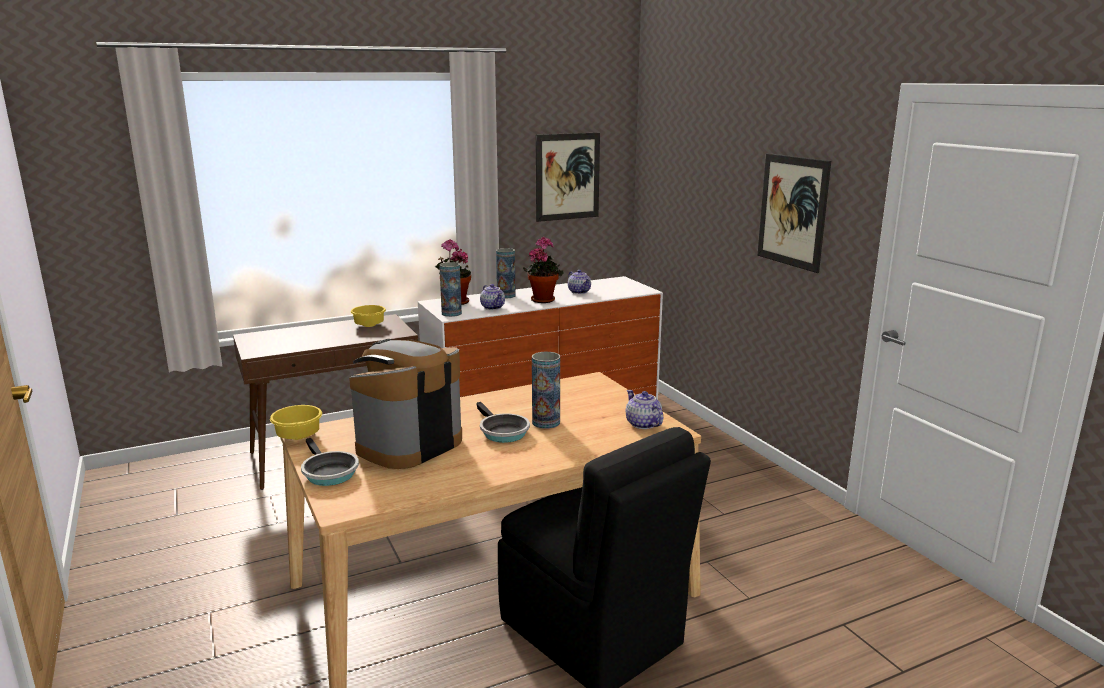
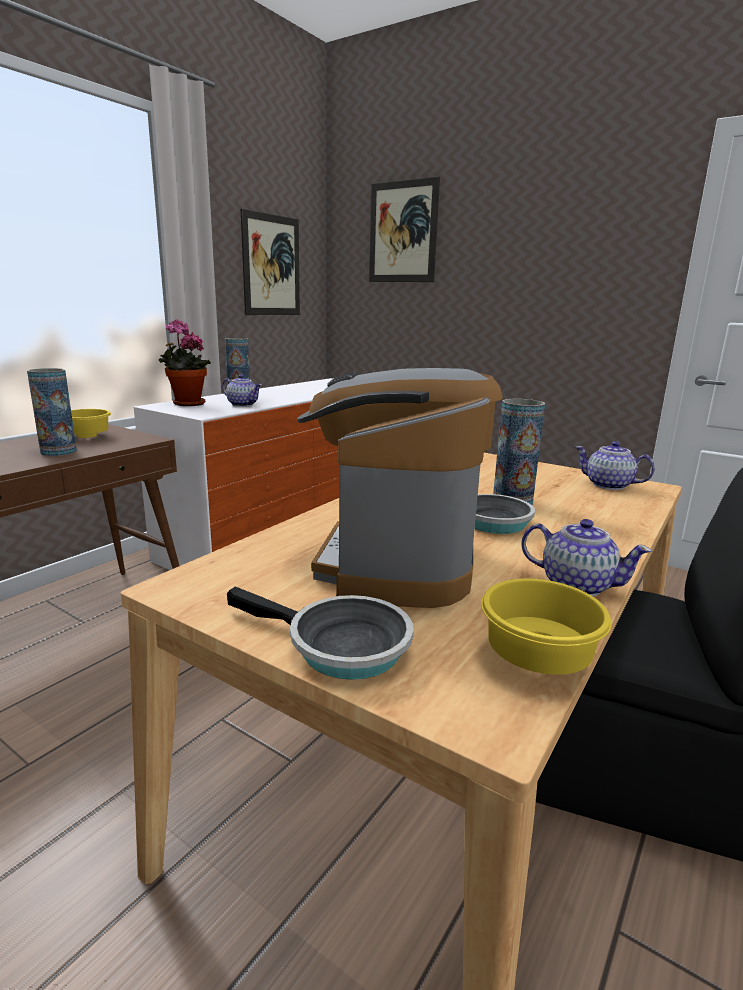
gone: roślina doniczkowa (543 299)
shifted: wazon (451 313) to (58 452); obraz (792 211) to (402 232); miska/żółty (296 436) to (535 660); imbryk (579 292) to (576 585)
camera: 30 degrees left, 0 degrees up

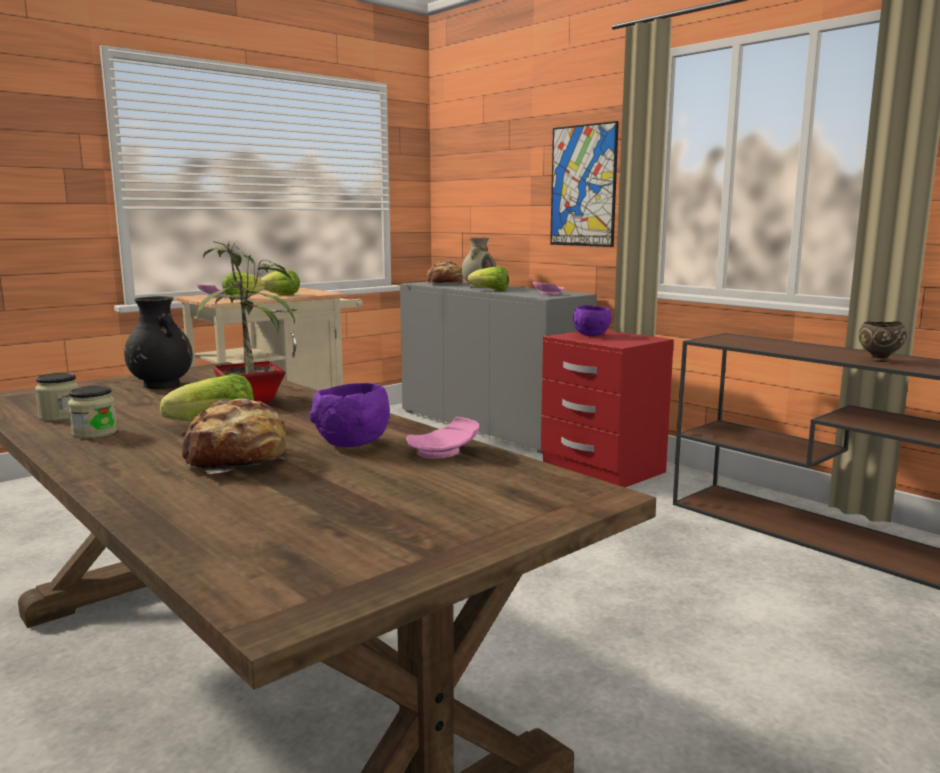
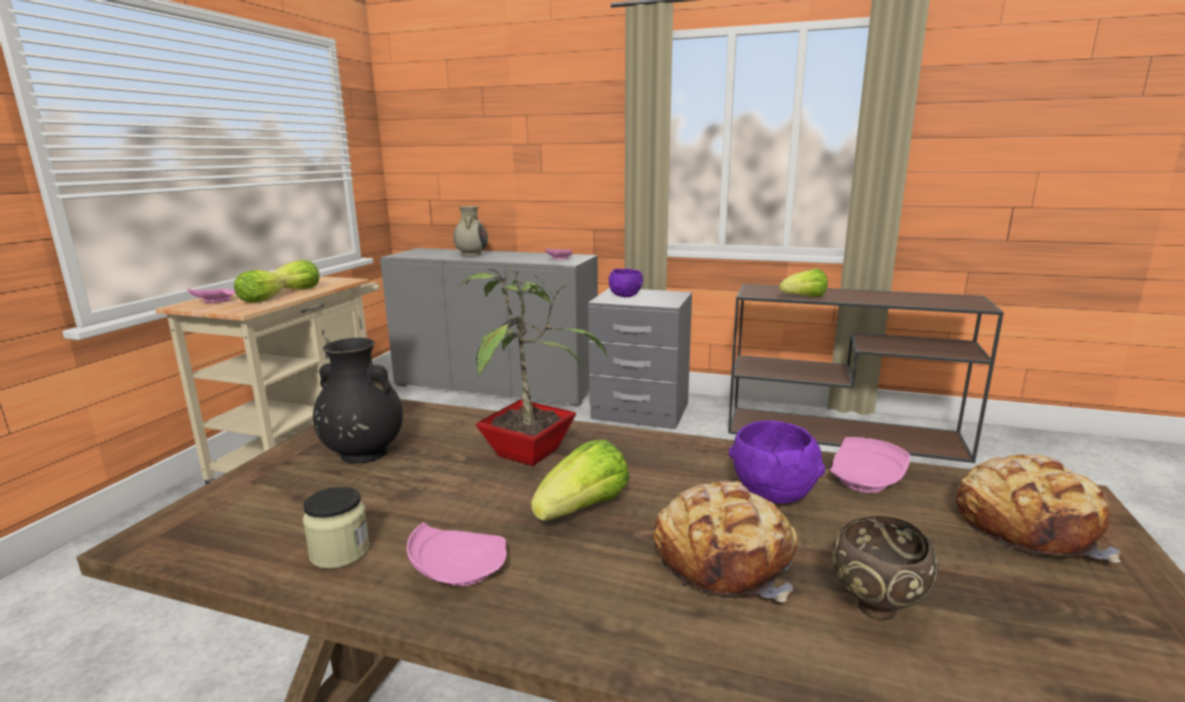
gone: obraz (583 186)
shifted: sałata (490 290) to (804 297); miska/brązowy (878 360) to (875 610); chleb (445 283) to (1028 525)
swapped: słoik (94 433) to talerz/różowy (458 570)
repainted: szafka nocna/czerwony (601 470) to szafka nocna/szary (640 412)
camera: 30 degrees left, 5 degrees up

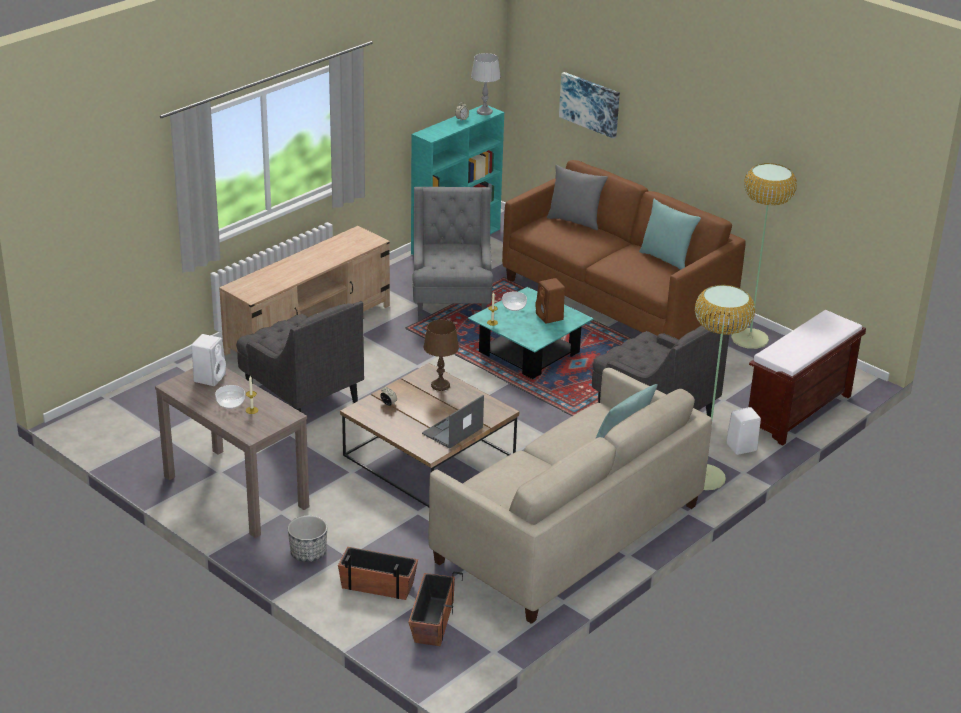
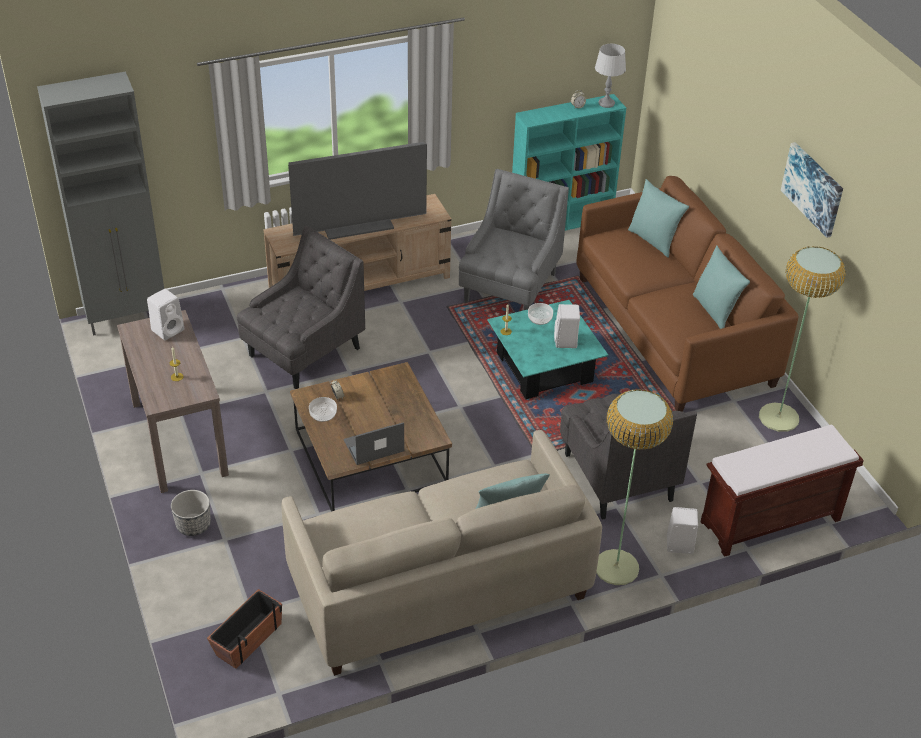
gone: donica (377 585); lampa stołowa/brązowy (440 385)
new: szafka/szary (128 318); telewizor (358 224)
shifted: miska (230 403) to (323 414); obraz (590 104) to (813 188)
repainted: głośnik/brązowy (550 317) to głośnik/biały (566 341); poduszka/szary (575 221) to poduszka/turkusowy (653 240)
rotated: fotel/szary (301 396) = (303 353) 120 degrees counterclockwise
camera: 25 degrees right, 10 degrees up

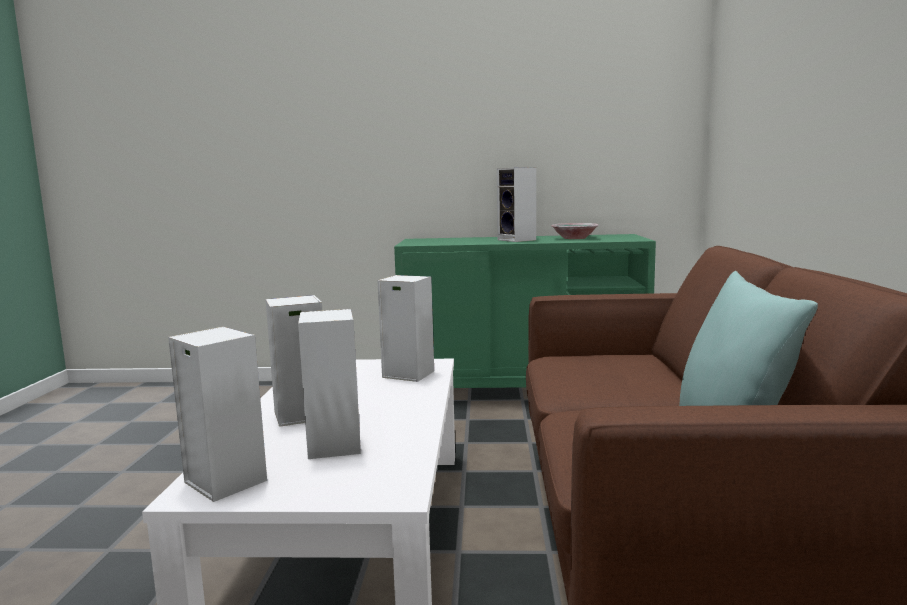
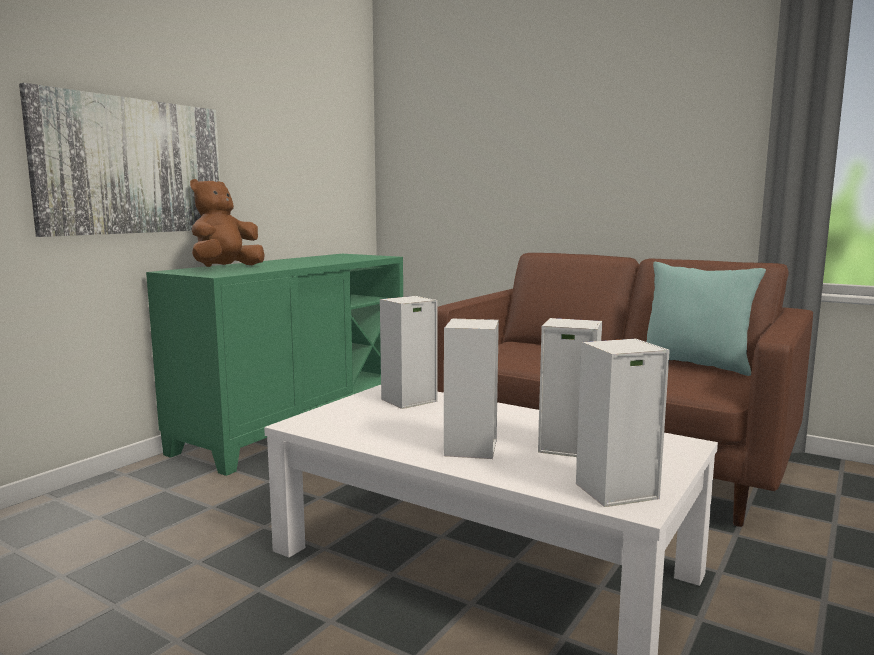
gone: głośnik (518 240); miska (574 238)
new: obraz (132 166); pluszak/brązowy (226 268)
camera: 60 degrees left, 0 degrees up

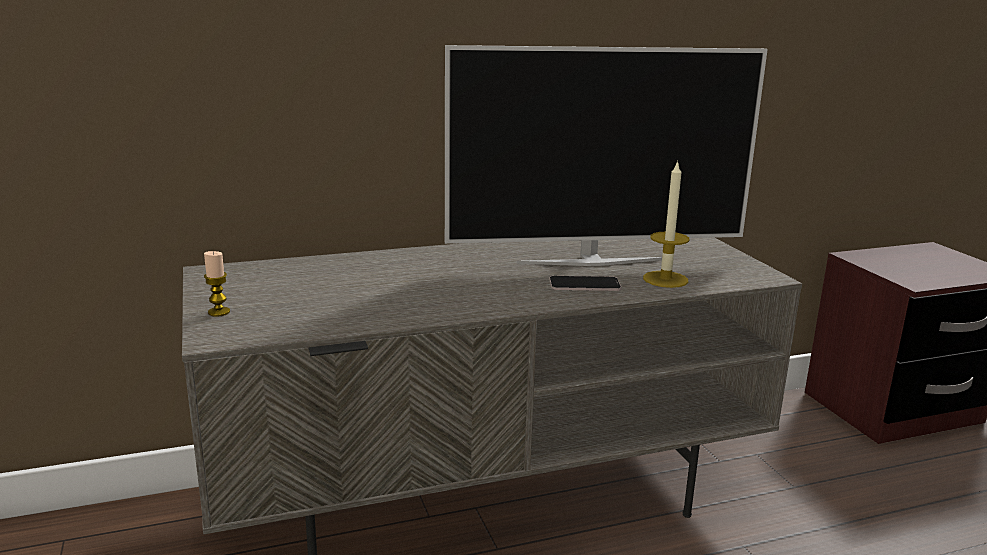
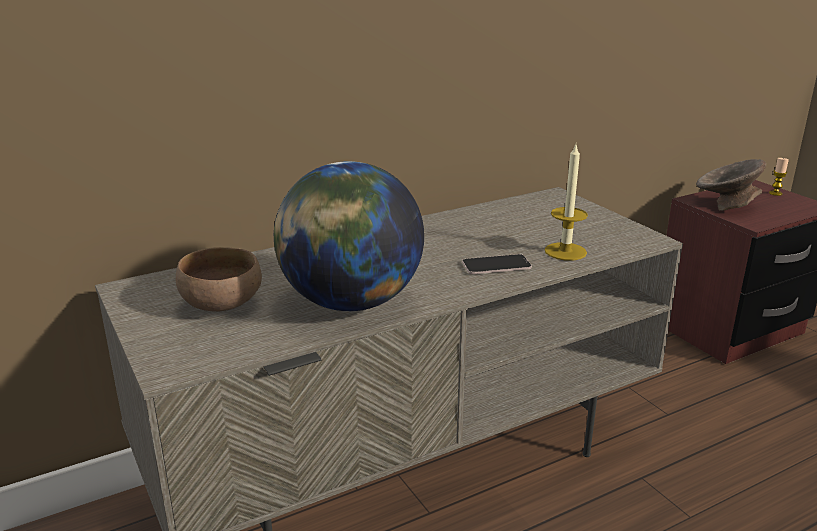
gone: telewizor (592 260)
new: miska/brązowy (224 304); globus (350 302); miska/szary (725 204)
shifted: świeca (219 312) to (775 193)
camera: 10 degrees left, 5 degrees up

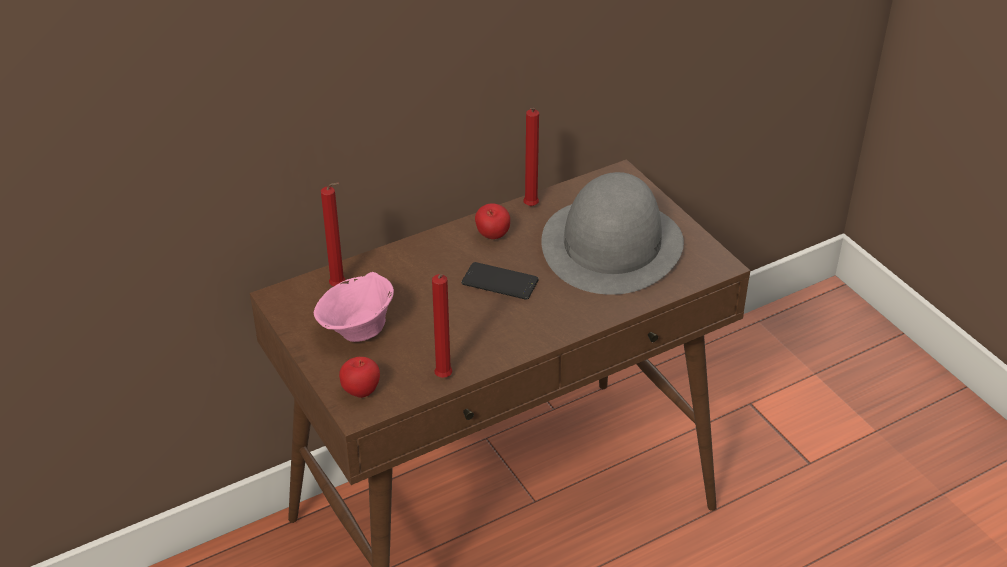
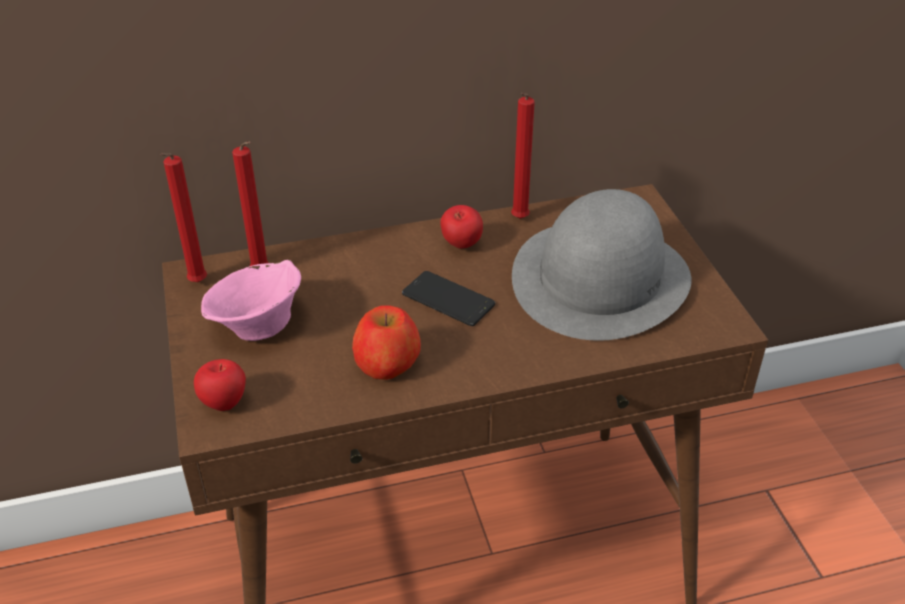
new: jabłko (387 364)
shifted: świeca/czerwony (443 379) to (196 284)
camera: 15 degrees right, 0 degrees up

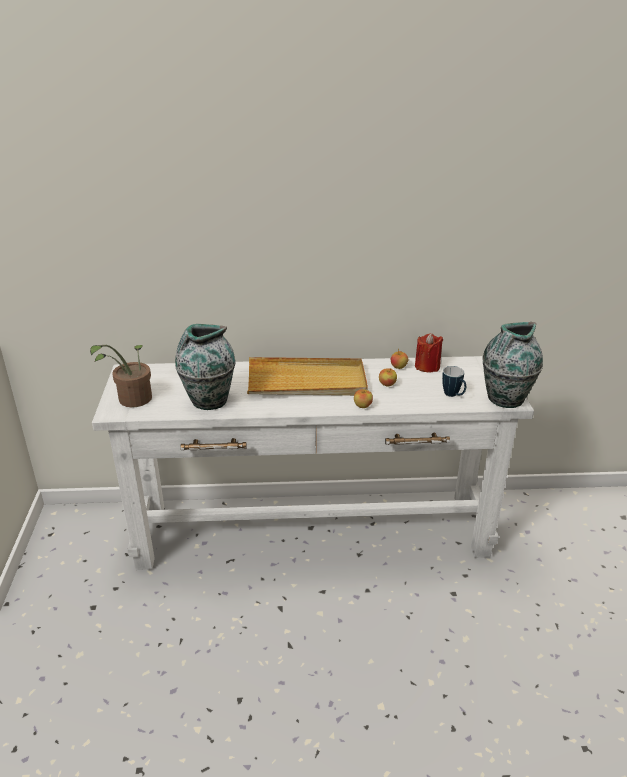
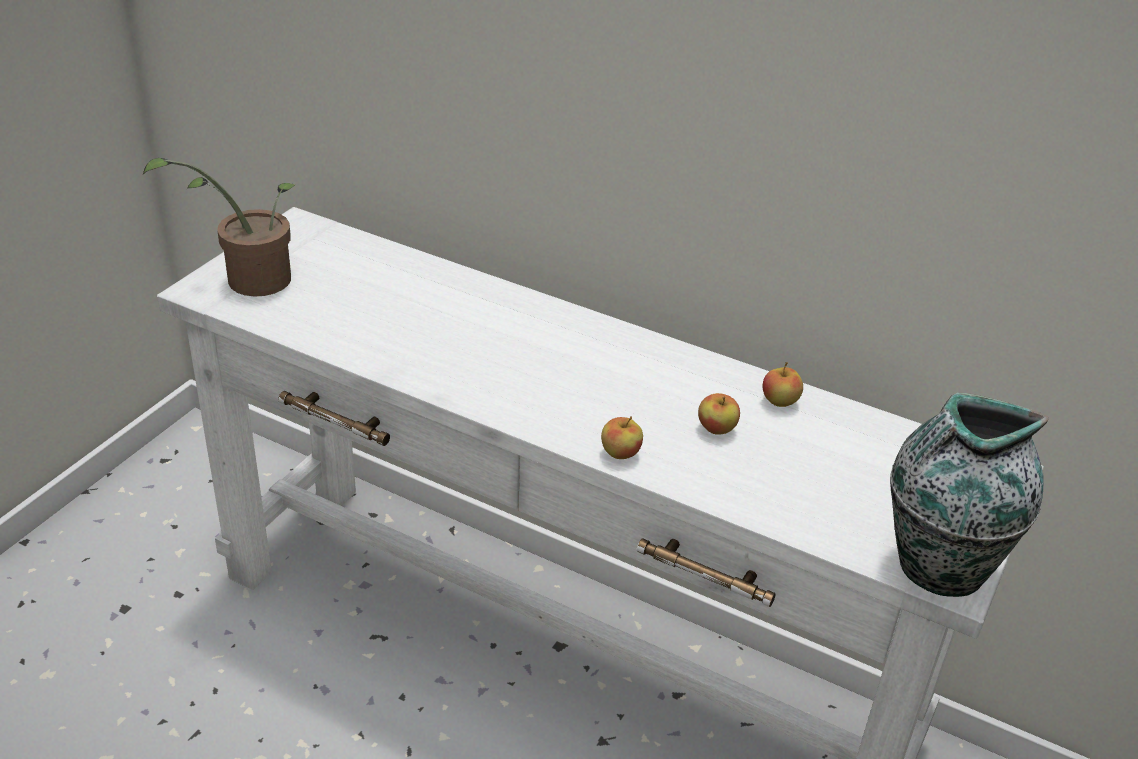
gone: wazon (208 401); taca/beżowy (307 382); świeca/czerwony (427 366); kubek (453 395)
camera: 30 degrees right, 5 degrees up

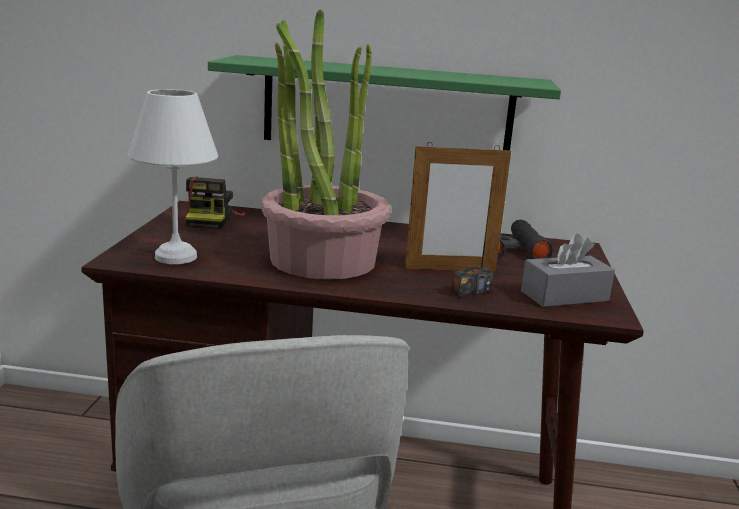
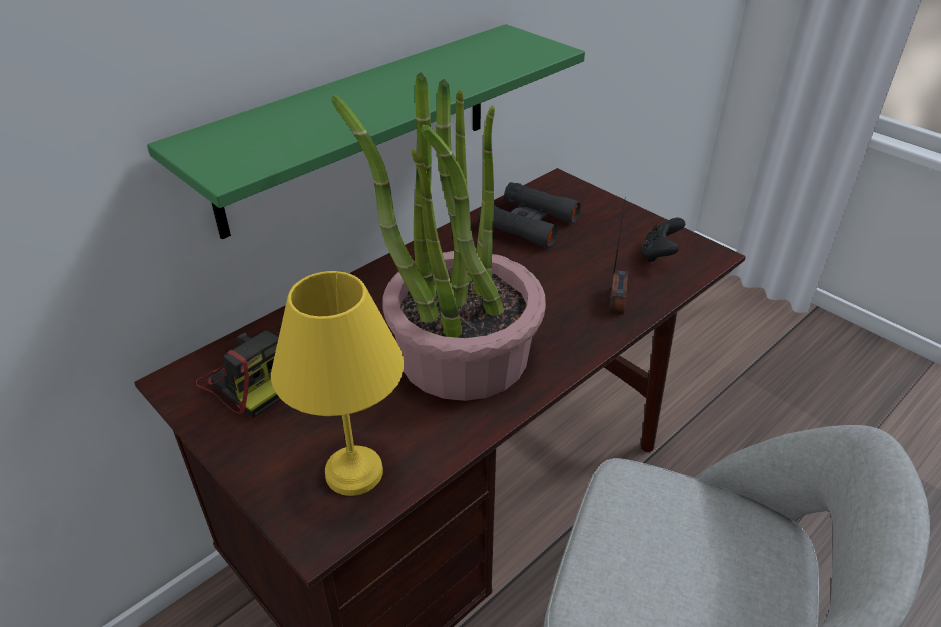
gone: ramka na zdjęcie (450 269)
swapped: pudełko chusteczek/szary (564 296) to pad do gier/czarny (659 255)
repainted: lampa stołowa/biały (175 257) to lampa stołowa/żółty (356 473)
camera: 50 degrees left, 20 degrees up

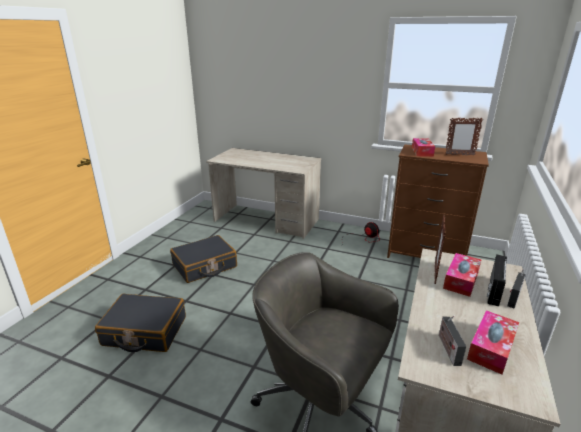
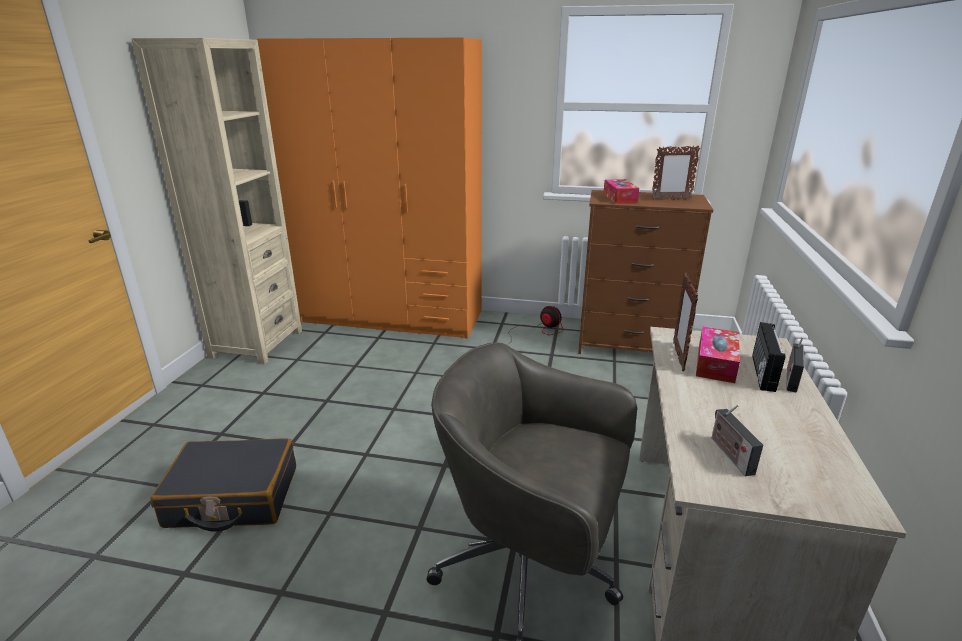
gone: walizka/czarny (204 266); pudełko chusteczek (491 348)
new: regał/beżowy (256 344)
swapped: biurko/beżowy (266 221) to szafa/pomarańczowy (393 317)
camera: 10 degrees left, 0 degrees up

